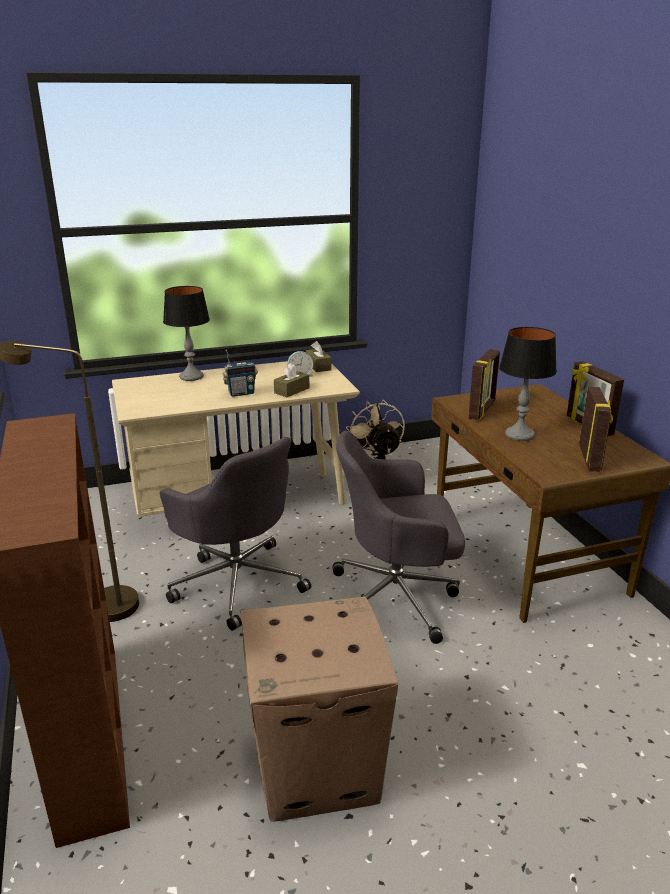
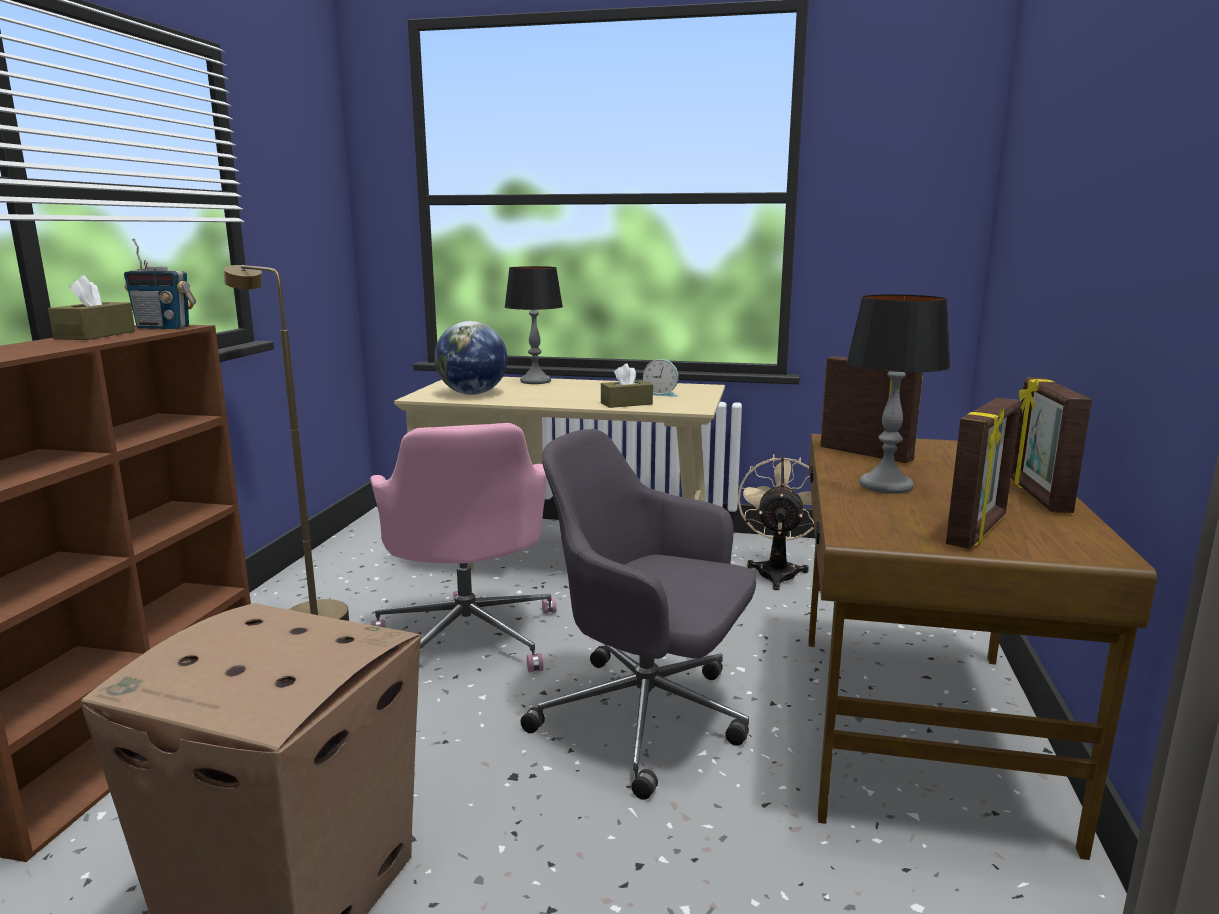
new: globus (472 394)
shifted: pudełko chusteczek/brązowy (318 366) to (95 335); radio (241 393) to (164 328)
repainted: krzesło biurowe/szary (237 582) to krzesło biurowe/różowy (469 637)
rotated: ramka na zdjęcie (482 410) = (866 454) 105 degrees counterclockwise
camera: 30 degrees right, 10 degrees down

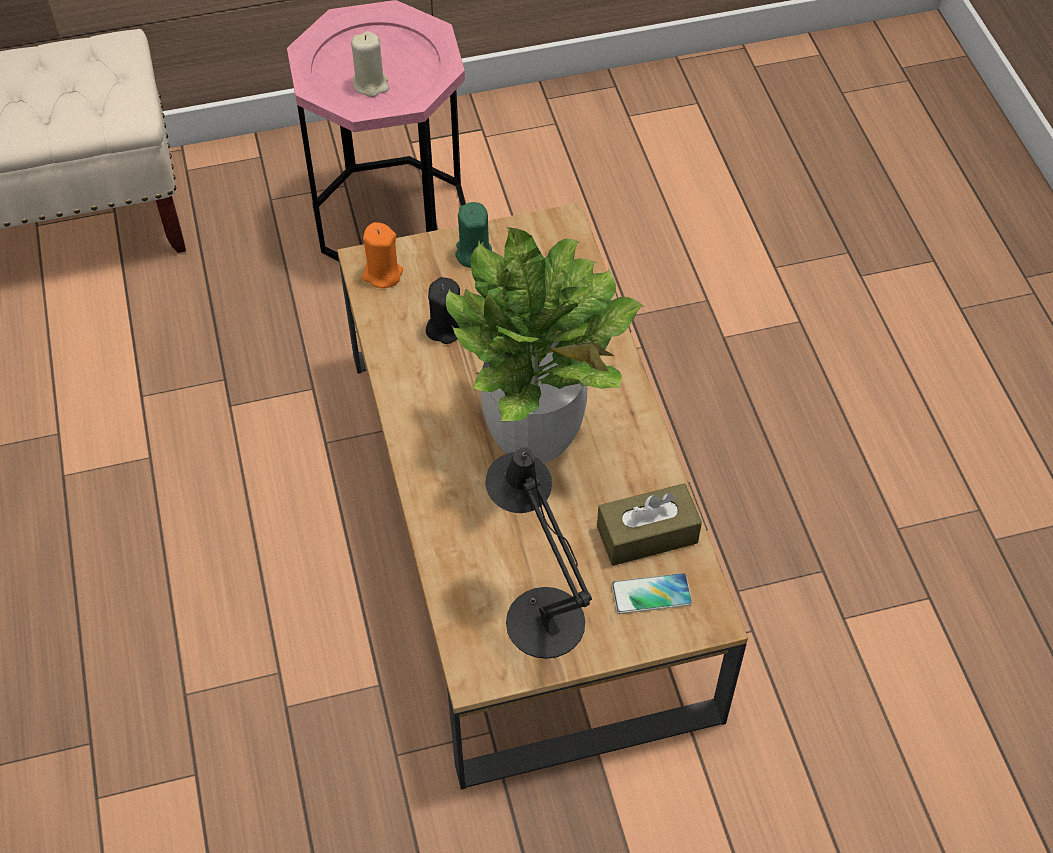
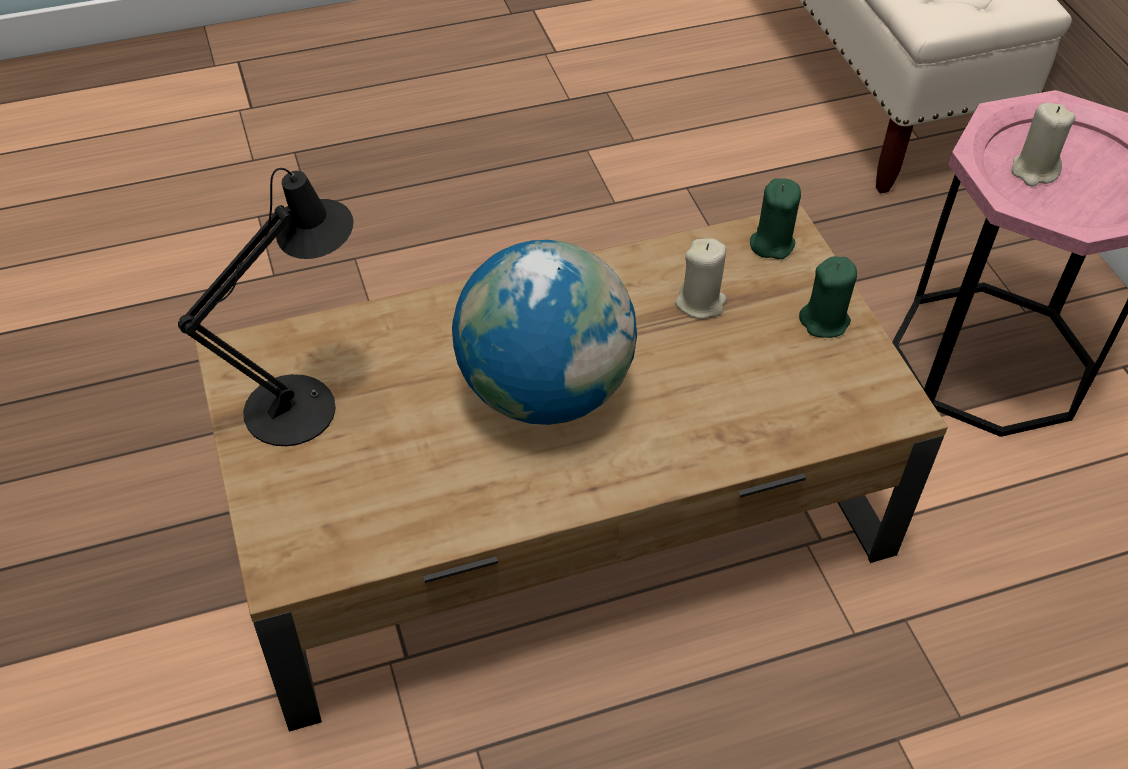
gone: pudełko chusteczek/brązowy (647 534); telefon (651 594)
swapped: roślina doniczkowa (534 438) to globus (544 391)
repainted: świeca/czarny (445 328) to świeca/beżowy (700 303); świeca/pomarańczowy (382 274) to świeca/zielony (771 243)
camera: 85 degrees right, 5 degrees down

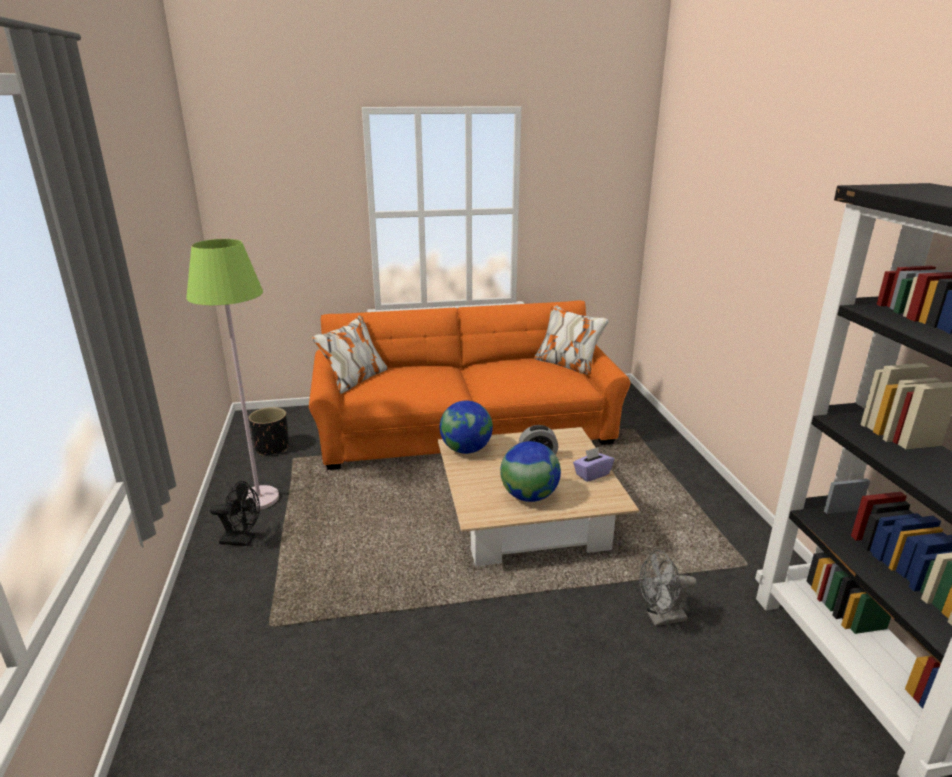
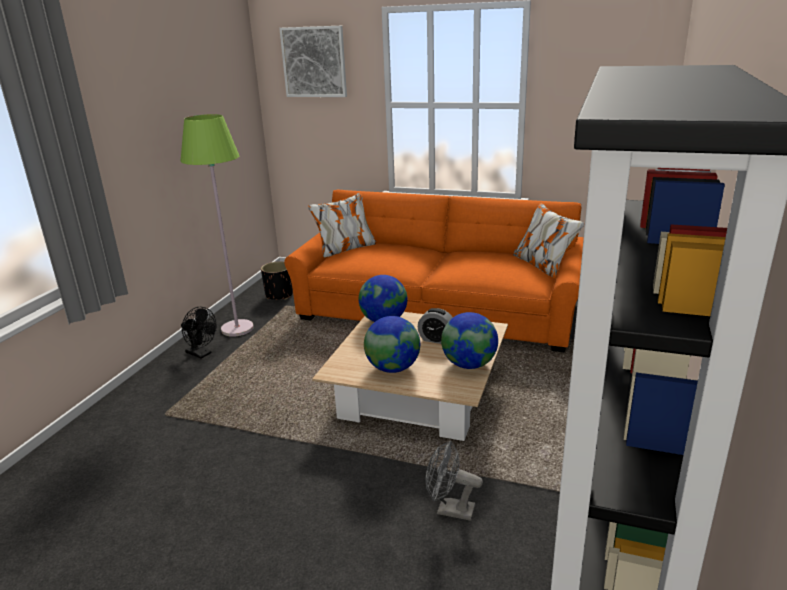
new: obraz (314 62)
swapped: pudełko chusteczek/fioletowy (592 474) to globus (469 364)
camera: 30 degrees right, 0 degrees up

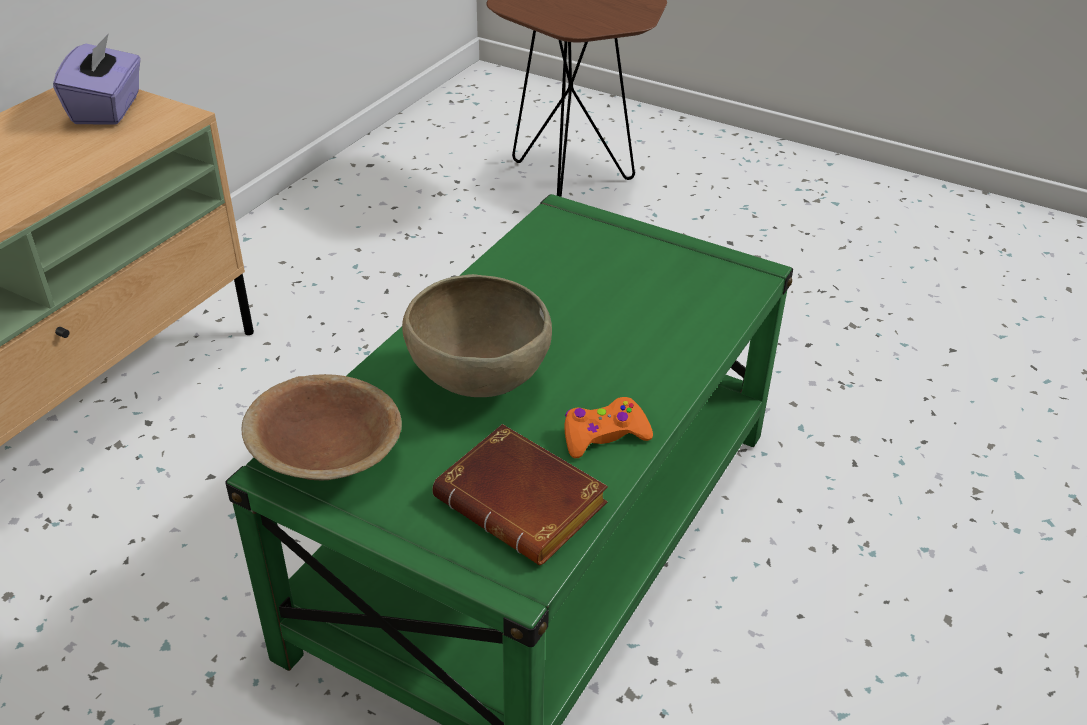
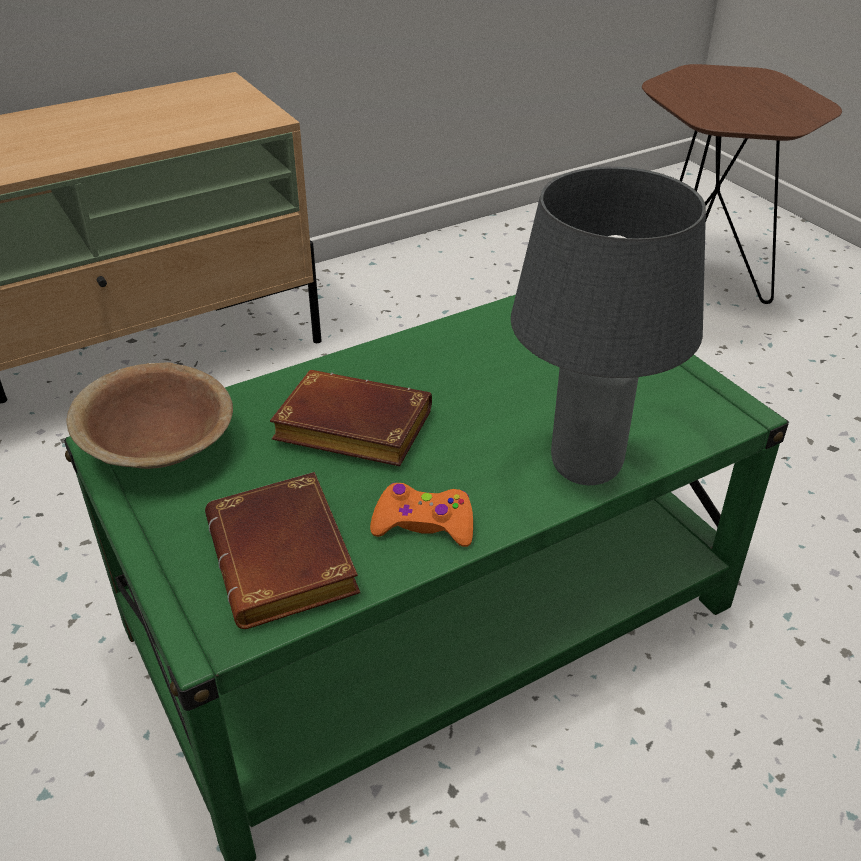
gone: pudełko chusteczek/fioletowy (108 109)
new: lampa stołowa/szary (588 468)
swapped: miska/brązowy (478 385) to książka/brązowy (348 430)
camera: 30 degrees right, 0 degrees up

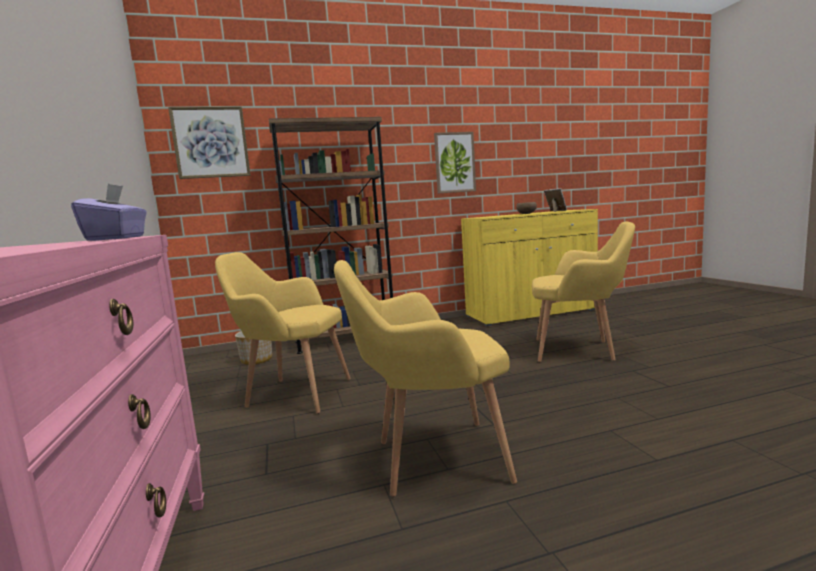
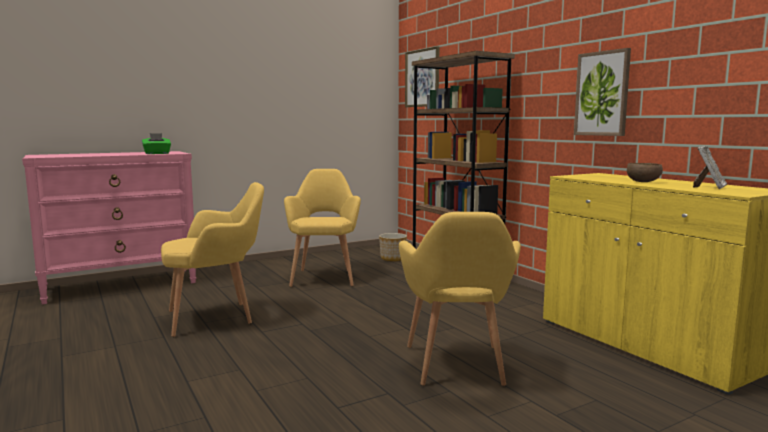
repainted: pudełko chusteczek/fioletowy (117 238) to pudełko chusteczek/zielony (157 153)
rotated: fotel/żółty (430 460) = (216 318) 90 degrees clockwise
camera: 75 degrees right, 0 degrees up

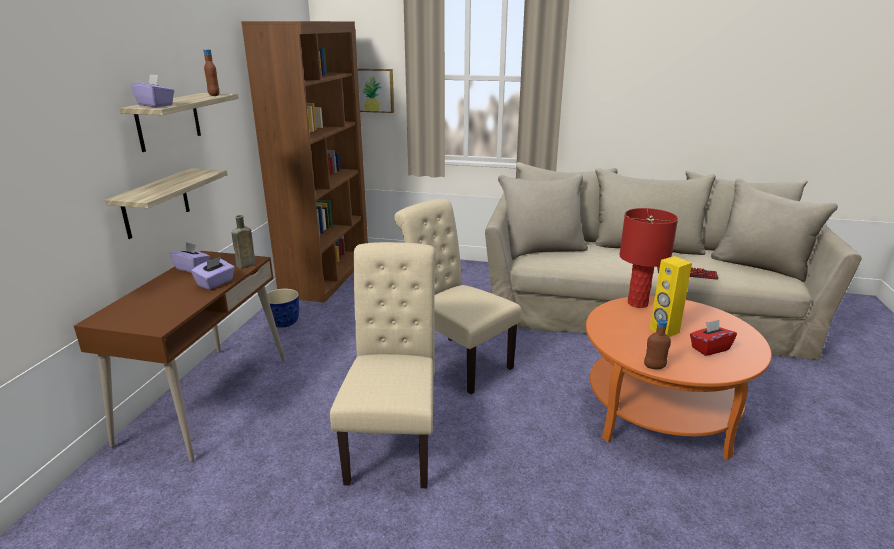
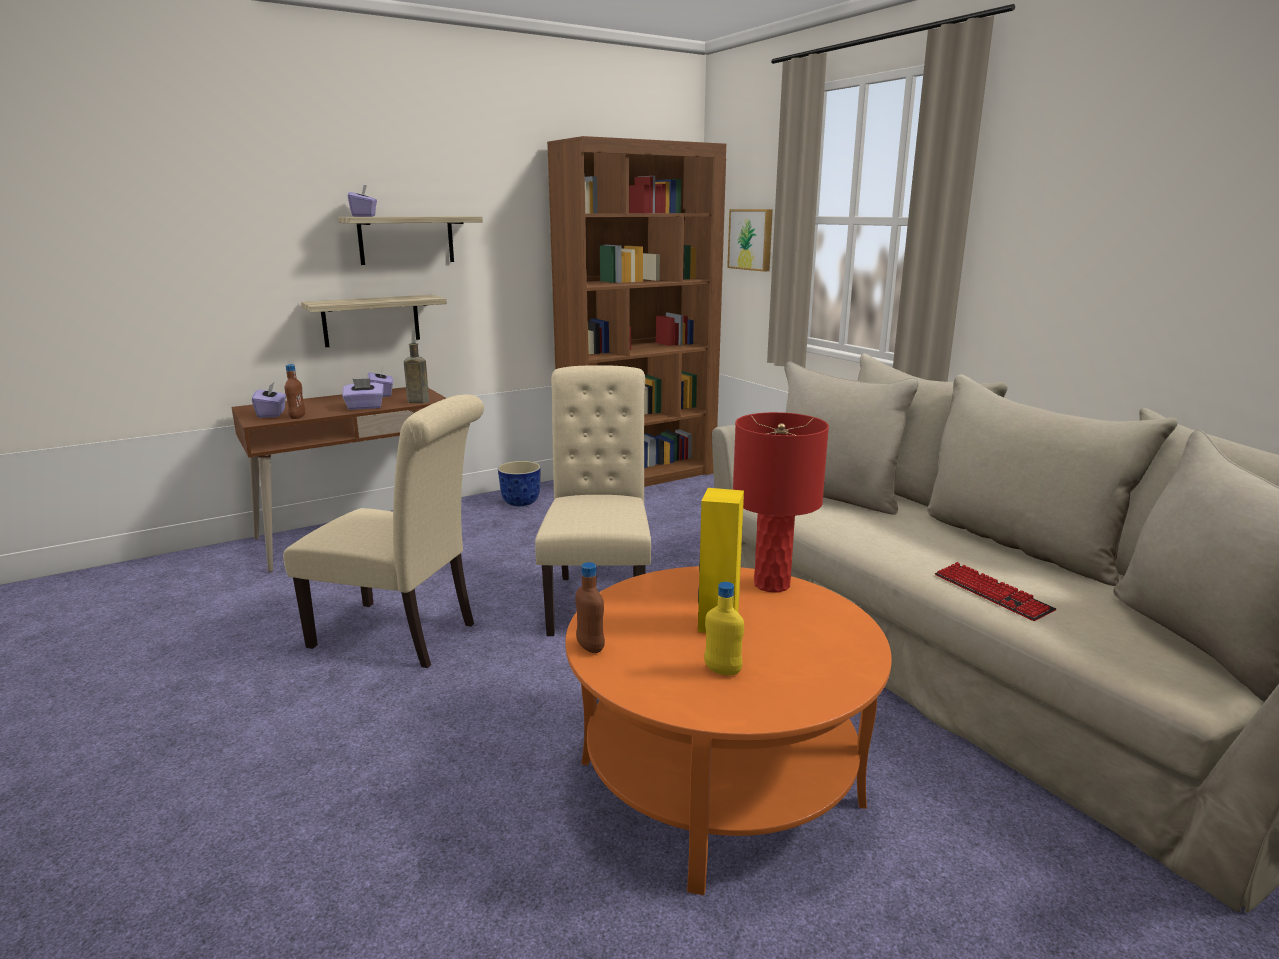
new: pudełko chusteczek/fioletowy (272 414)
shifted: butelka/brązowy (214 95) to (297 417)
swapped: pudełko chusteczek/czerwony (709 348) to butelka/żółty (722 670)
rotated: krzesło/beżowy (394 441) = (403 636) 60 degrees clockwise
camera: 45 degrees right, 5 degrees down

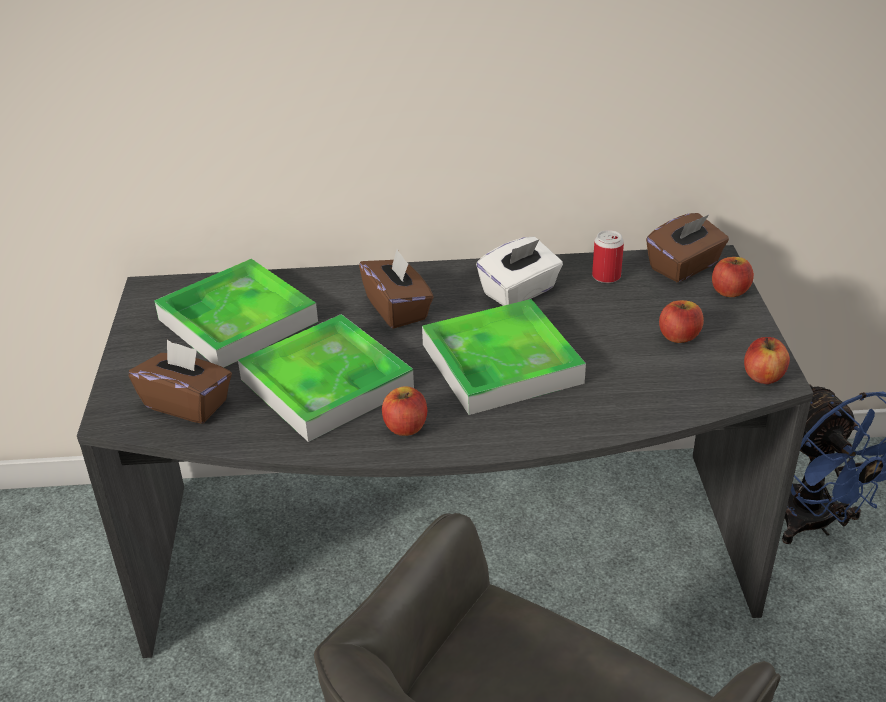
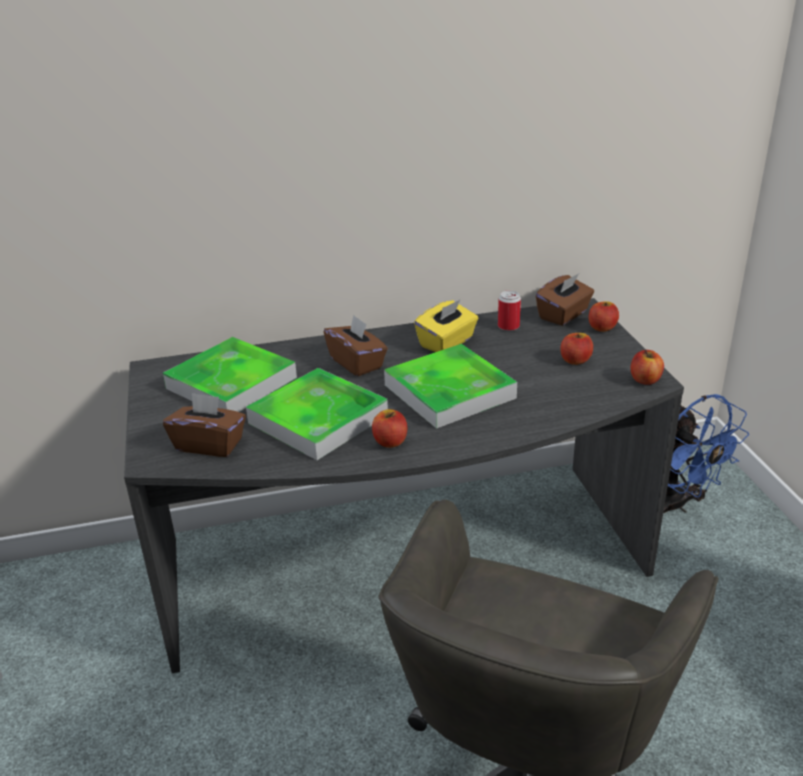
repainted: pudełko chusteczek/biały (519 292) to pudełko chusteczek/żółty (447 343)
camera: 10 degrees left, 5 degrees down

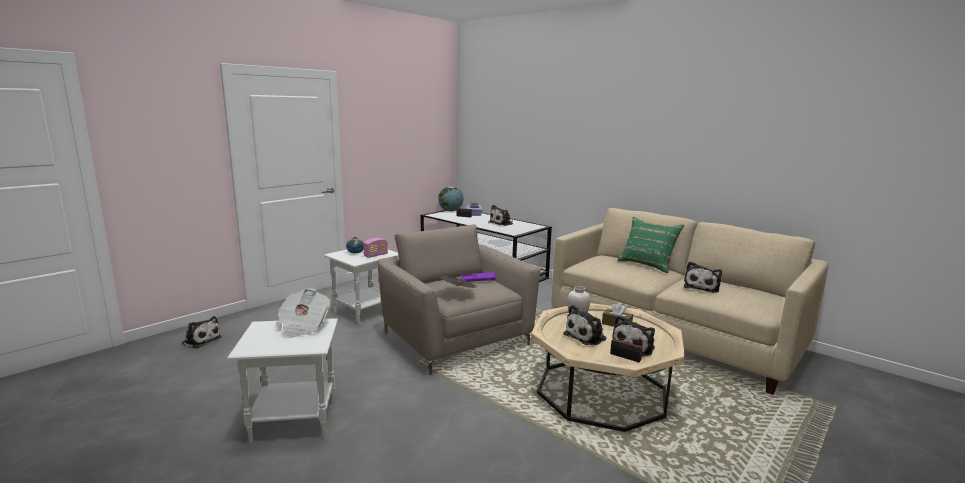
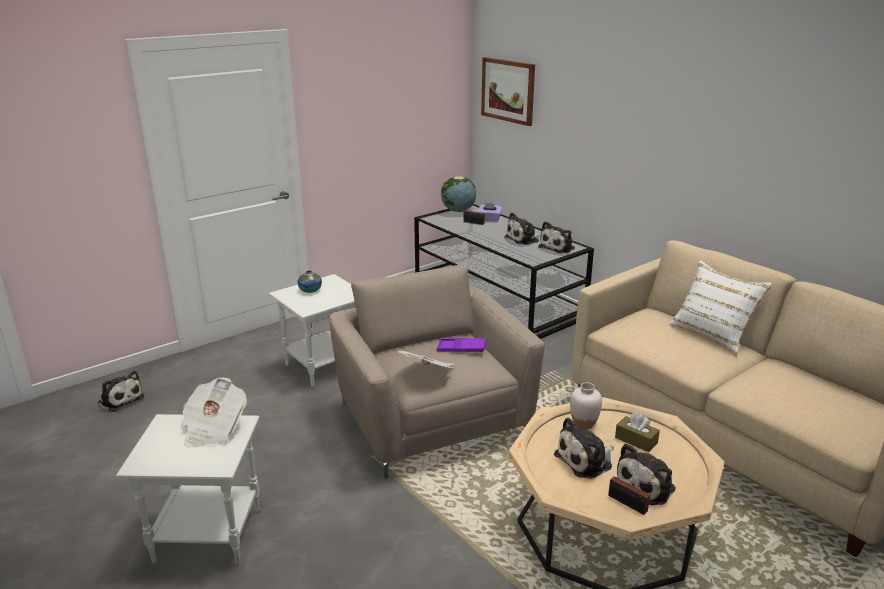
gone: radio (375 255)
new: obraz (508 90)
shifted: pluszak (702 287) to (558 247)
repainted: poduszka/zielony (647 264) to poduszka/biały (713 333)
camera: 10 degrees right, 10 degrees up

